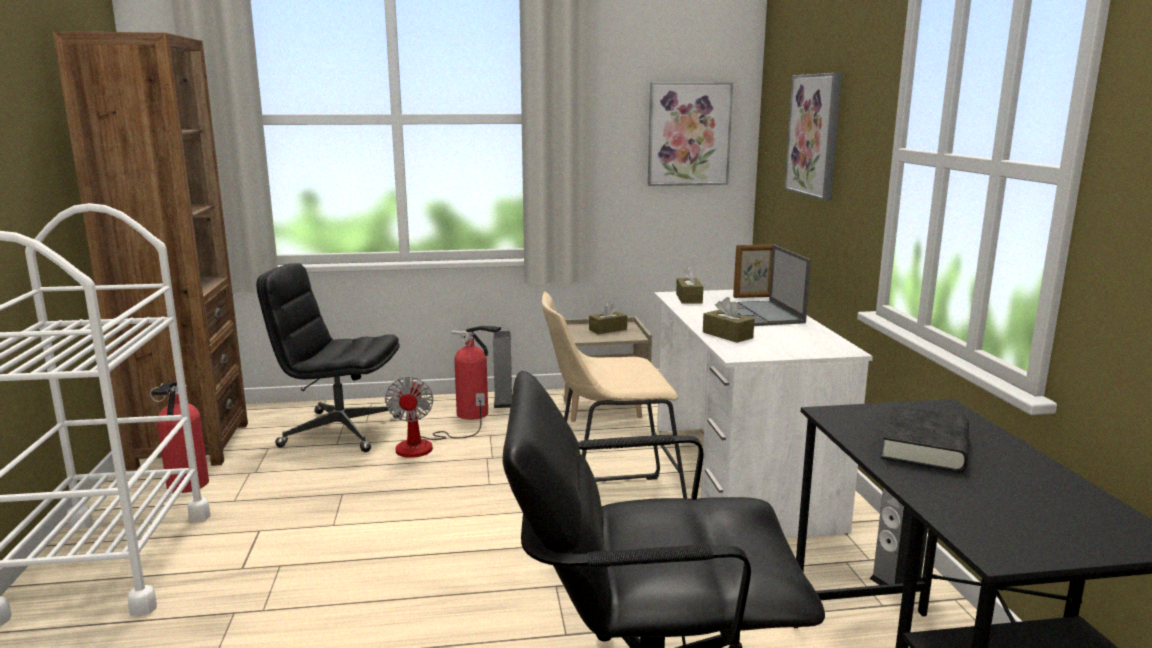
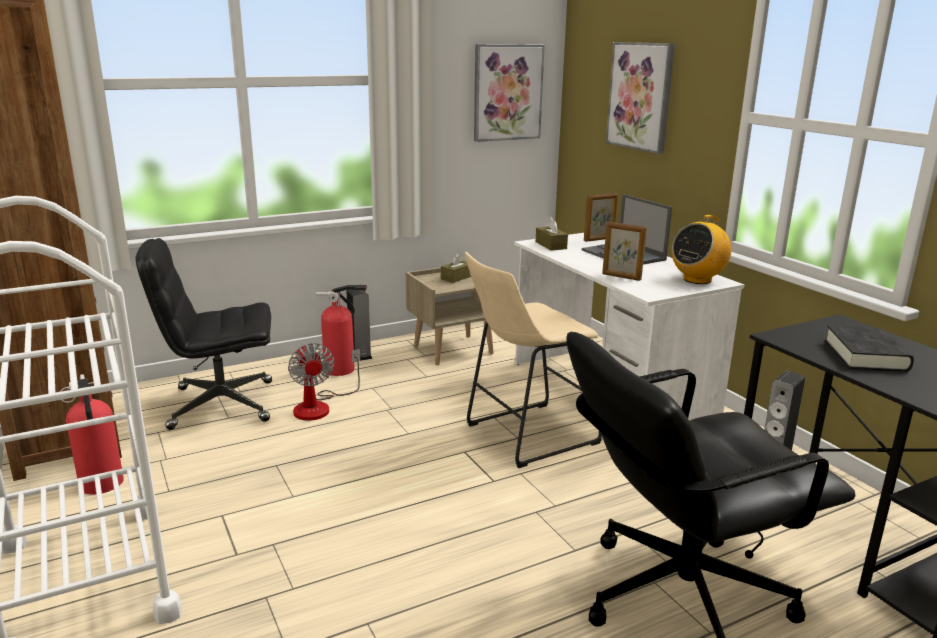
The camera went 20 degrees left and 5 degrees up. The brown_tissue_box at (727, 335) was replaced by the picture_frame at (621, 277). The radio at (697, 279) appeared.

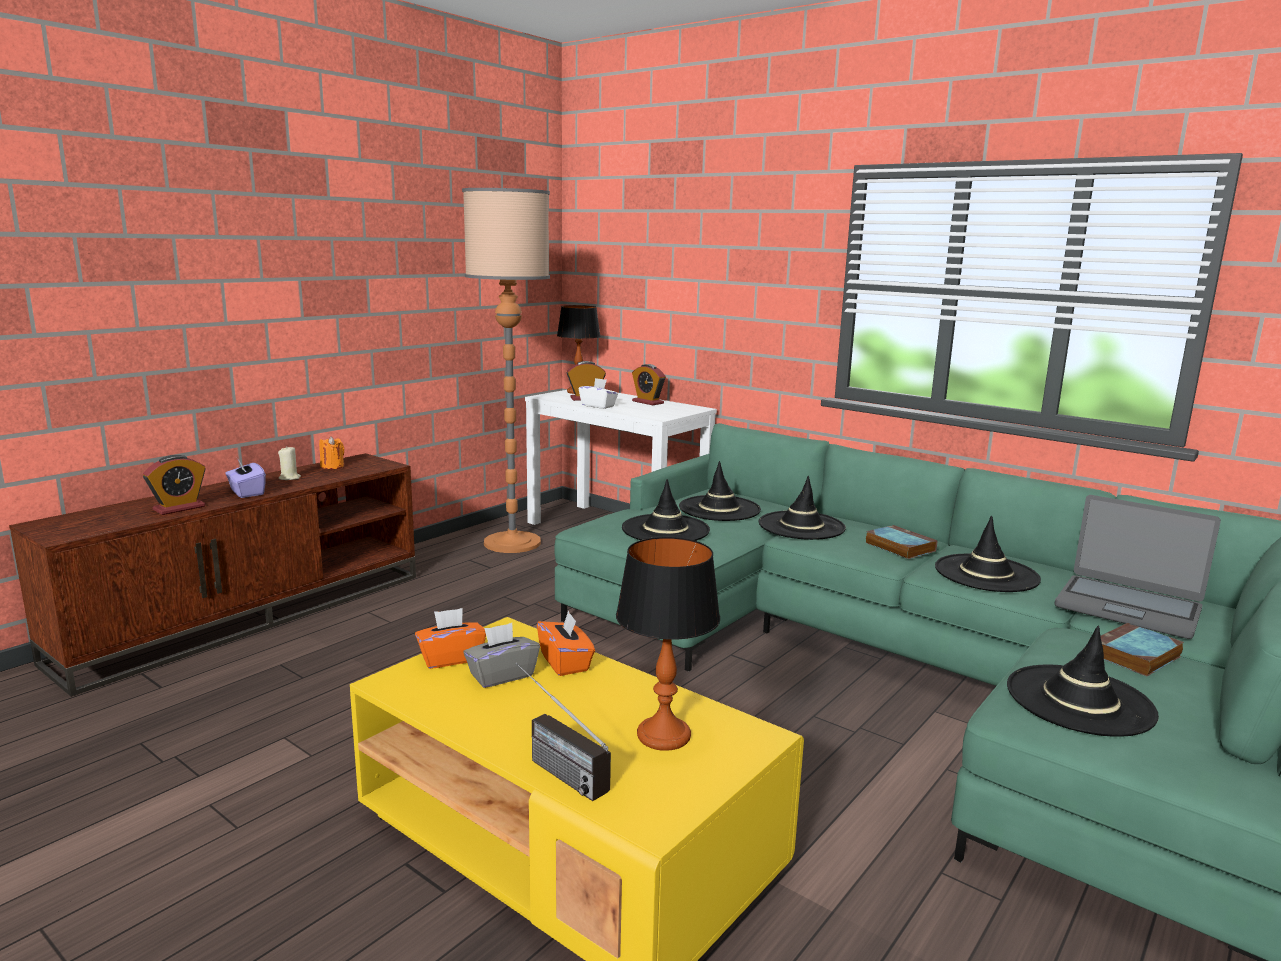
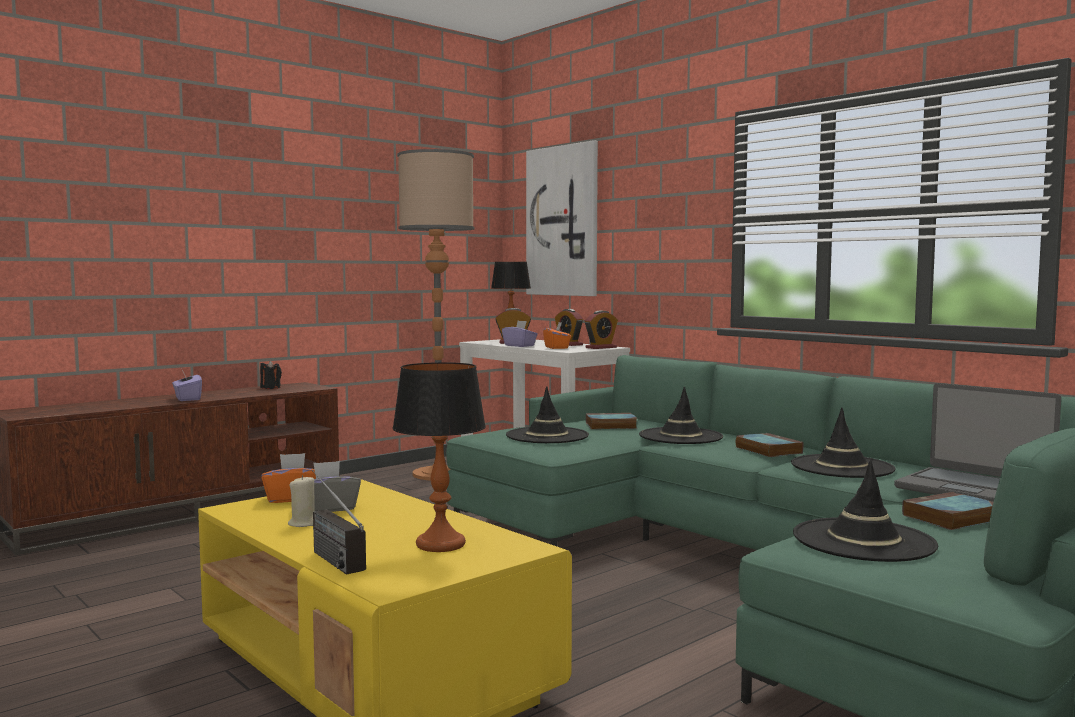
The camera went 10 degrees right and 10 degrees down. The orange_candle at (332, 466) became the black_candle at (270, 388). The beige_candle moved from (290, 478) to (304, 523). The white_tissue_box at (598, 406) became the purple_tissue_box at (519, 346). The picture at (563, 221) appeared. The orange_tissue_box moved from (565, 662) to (557, 348). The alarm_clock moved from (179, 508) to (601, 347). The black_hat at (719, 509) was replaced by the book at (610, 425).

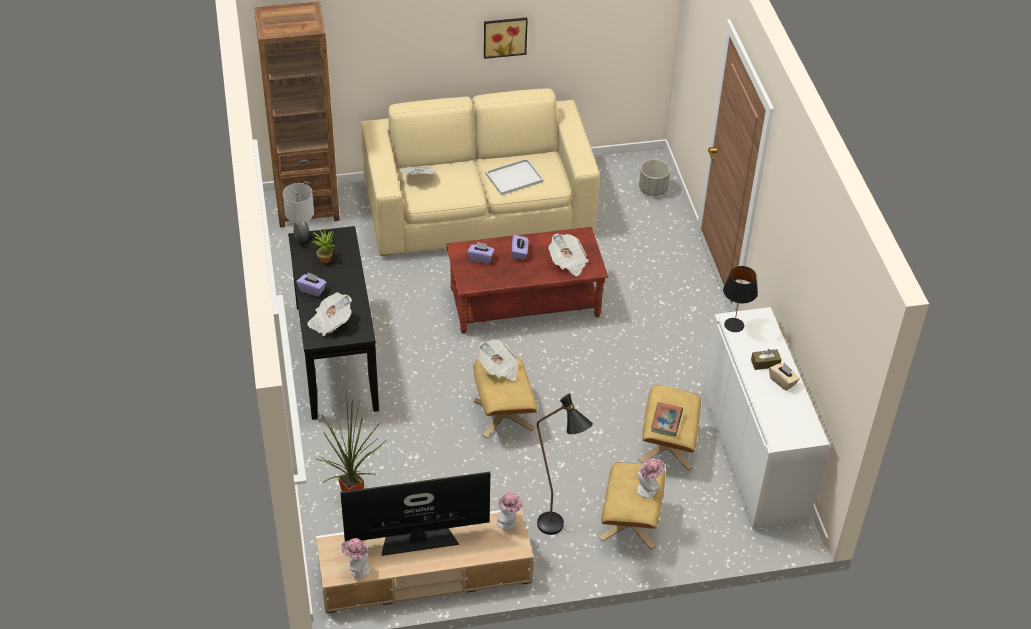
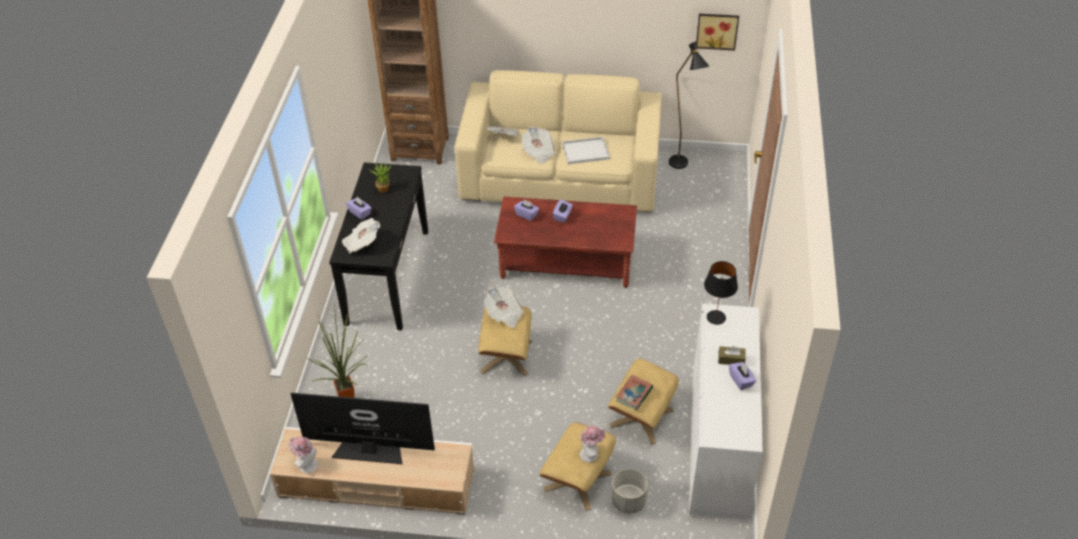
The camera went 20 degrees right and 0 degrees up. The newspaper moved from (568, 262) to (538, 152). The grey_planter moved from (652, 190) to (628, 501). The black_floor_lamp moved from (557, 530) to (681, 167). The picture moved from (504, 36) to (717, 30). The beige_tissue_box at (782, 381) became the purple_tissue_box at (741, 380). The grey_table_lamp at (302, 238) disappeared. The hat at (509, 522) disappeared.

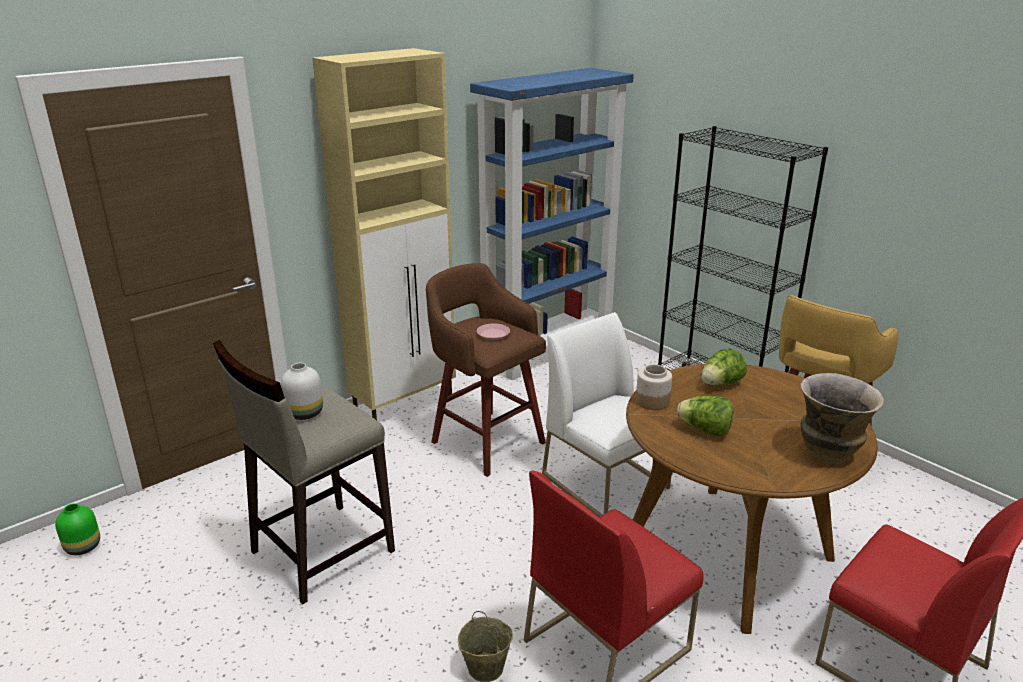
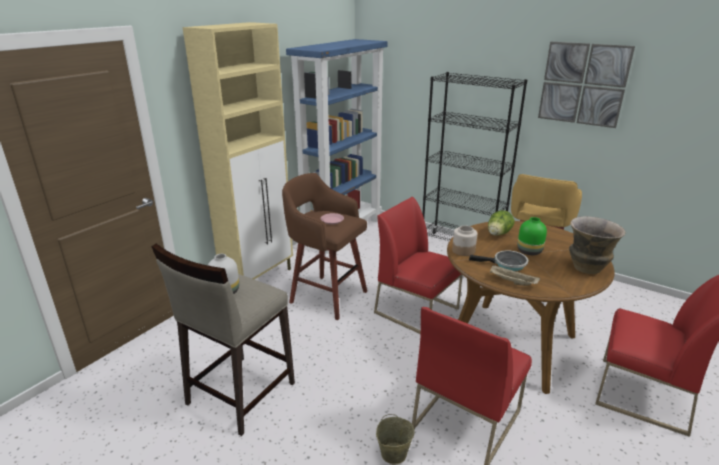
The camera went 15 degrees left and 0 degrees up. The white_chair at (606, 481) became the red_chair at (417, 310). The lettuce at (705, 430) was replaced by the frying_pan at (507, 264). The beige_tray at (512, 282) appeared. The green_vase moved from (83, 547) to (530, 251). The picture at (583, 84) appeared.

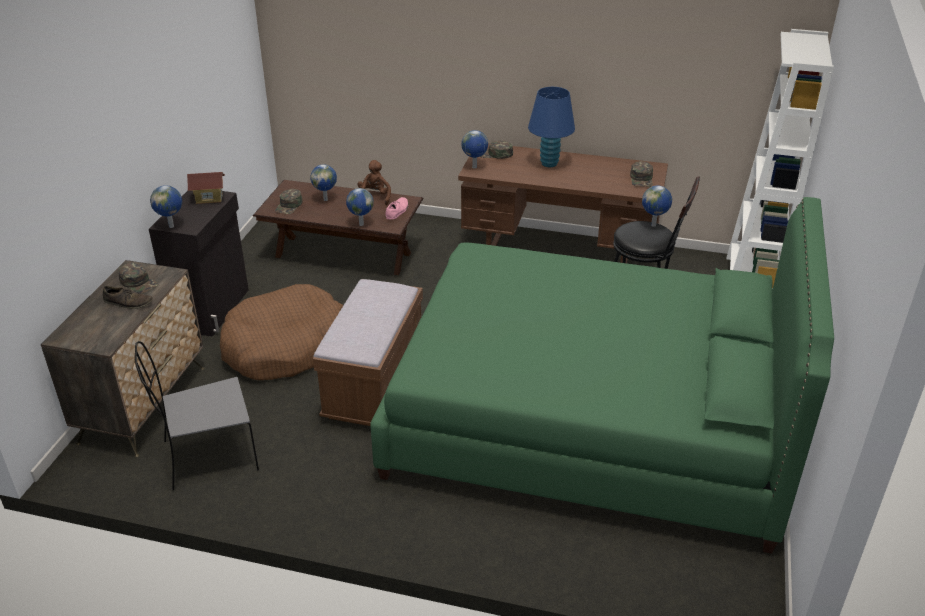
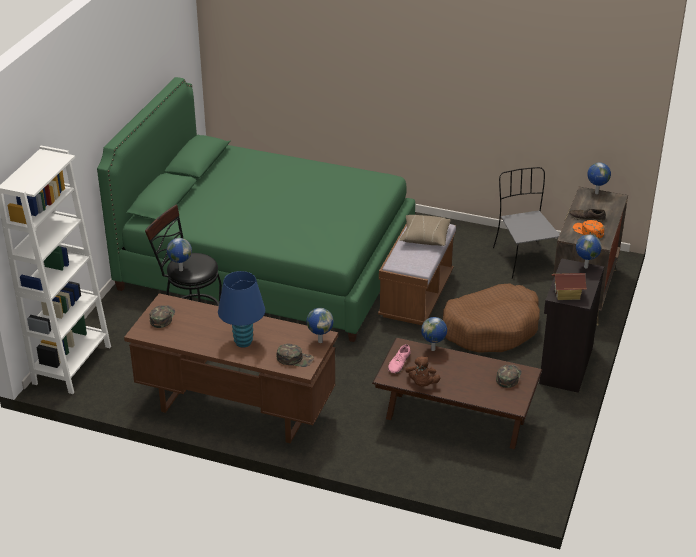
The camera went 175 degrees left and 0 degrees up. The beige_pillow at (424, 237) appeared. The grey_chair at (207, 456) turned 90 degrees counterclockwise. The green_cap at (139, 282) became the orange_cap at (588, 231). The globe moved from (326, 199) to (596, 193).

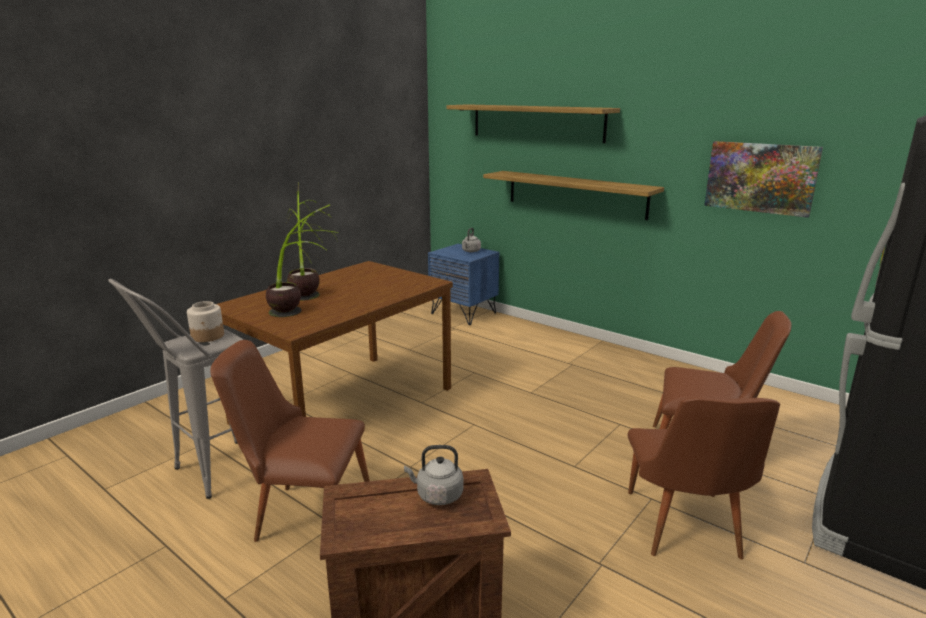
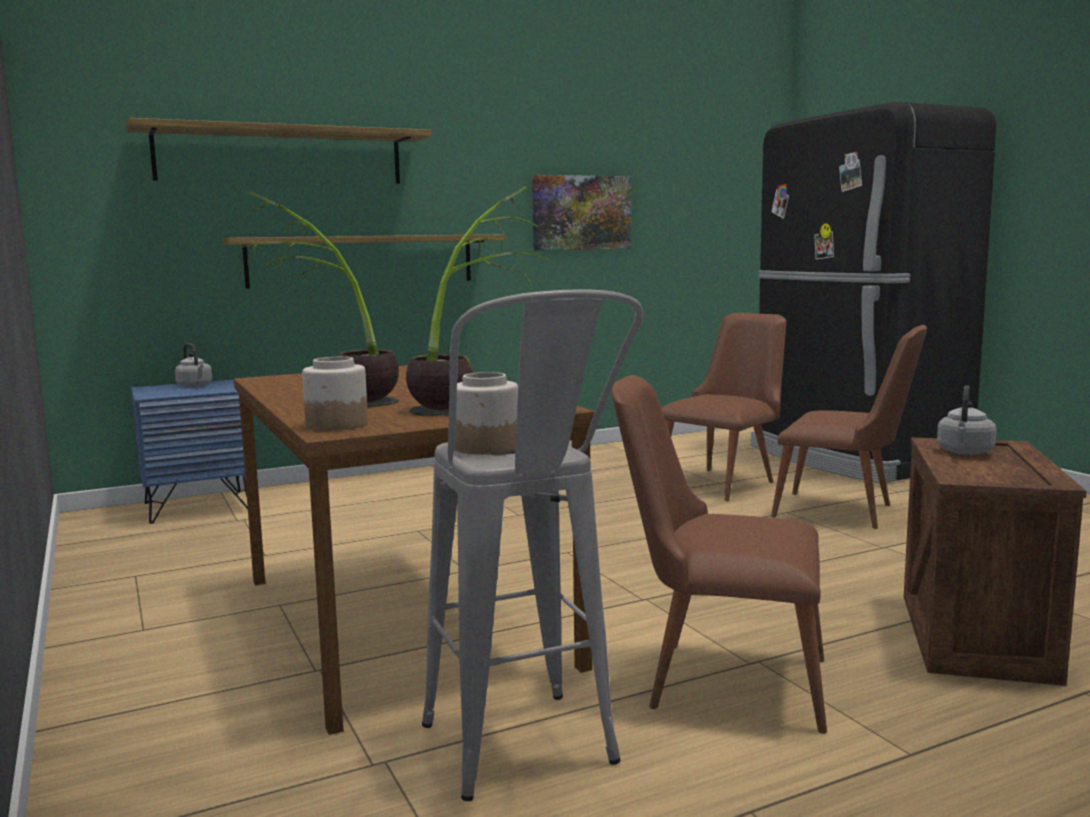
The camera went 65 degrees left and 10 degrees down. The jar at (336, 425) appeared. The brown_chair at (304, 514) turned 75 degrees clockwise.

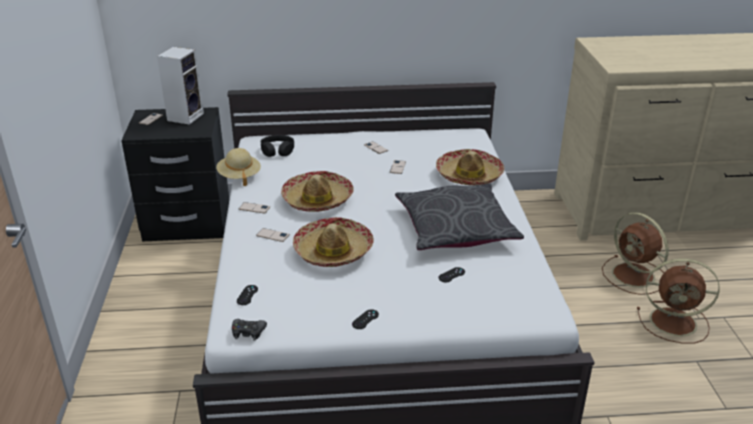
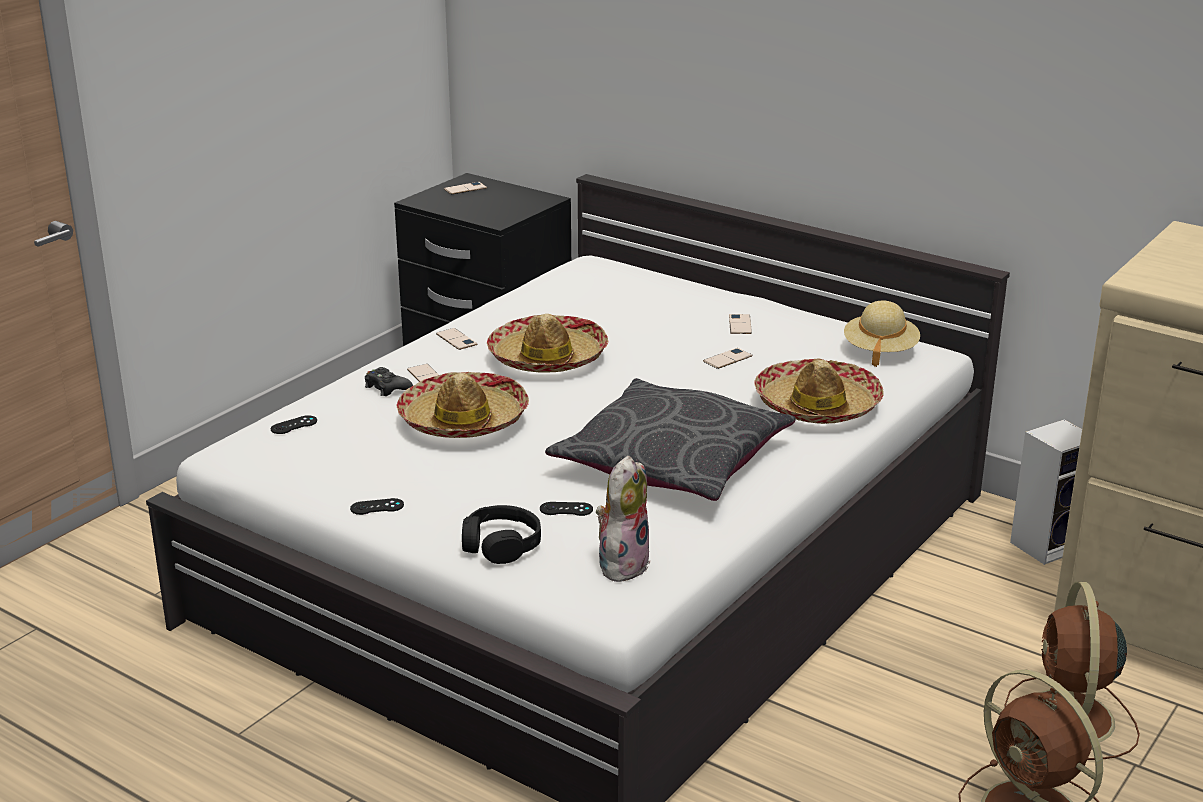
The camera went 40 degrees right and 5 degrees down. The black_game_controller moved from (248, 332) to (386, 388). The black_headphones moved from (277, 151) to (501, 545). The plush_toy at (622, 563) appeared. The beige_hat moved from (239, 176) to (880, 351). The speaker moved from (185, 116) to (1047, 545).

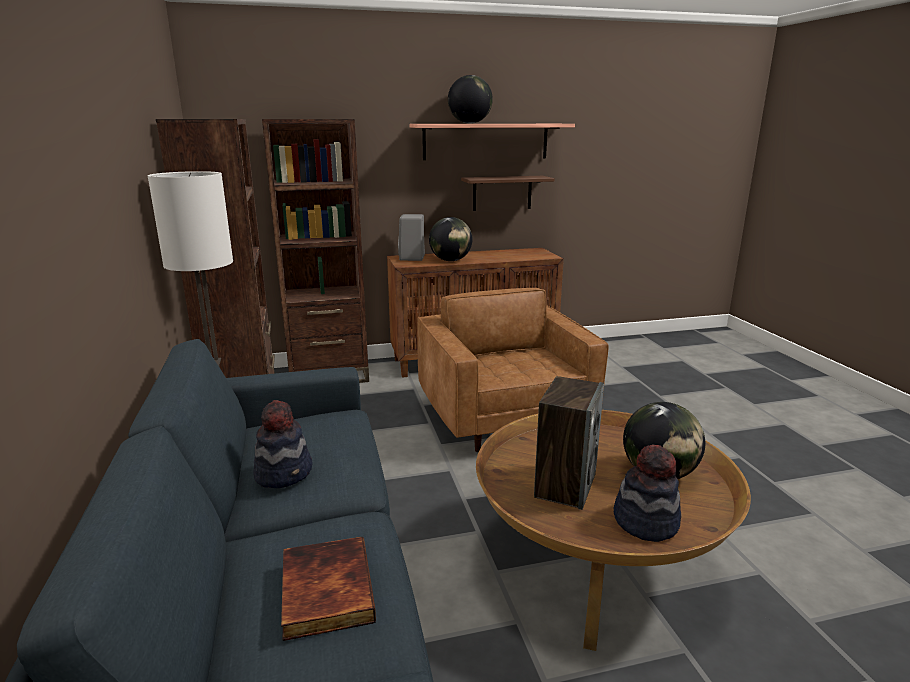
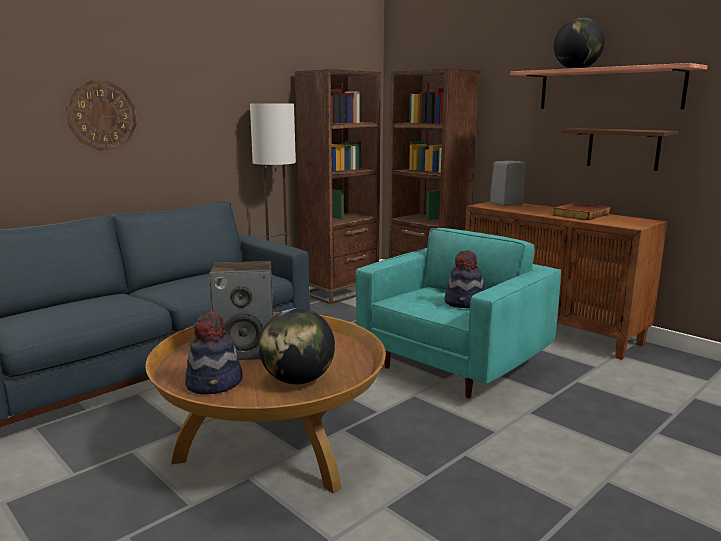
The camera went 60 degrees right and 5 degrees down. The wall_clock at (102, 115) appeared. The brown_armchair at (504, 420) became the turquoise_armchair at (455, 365). The hat moved from (284, 472) to (465, 303). The book moved from (324, 590) to (580, 214). The globe at (450, 260) disappeared.

